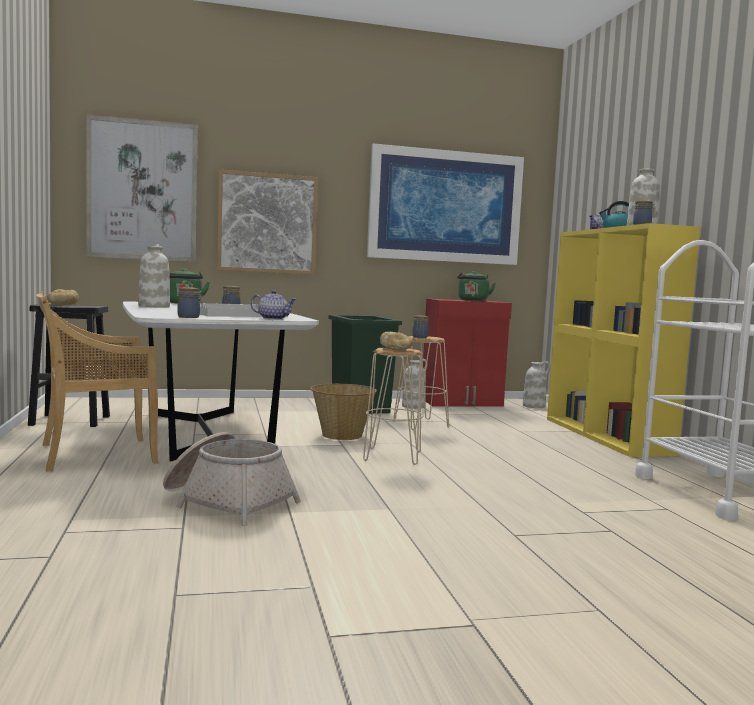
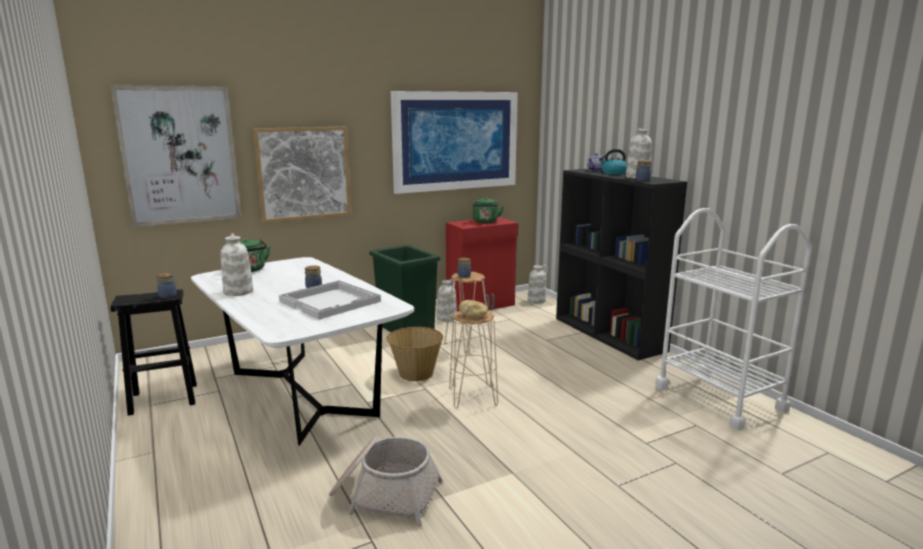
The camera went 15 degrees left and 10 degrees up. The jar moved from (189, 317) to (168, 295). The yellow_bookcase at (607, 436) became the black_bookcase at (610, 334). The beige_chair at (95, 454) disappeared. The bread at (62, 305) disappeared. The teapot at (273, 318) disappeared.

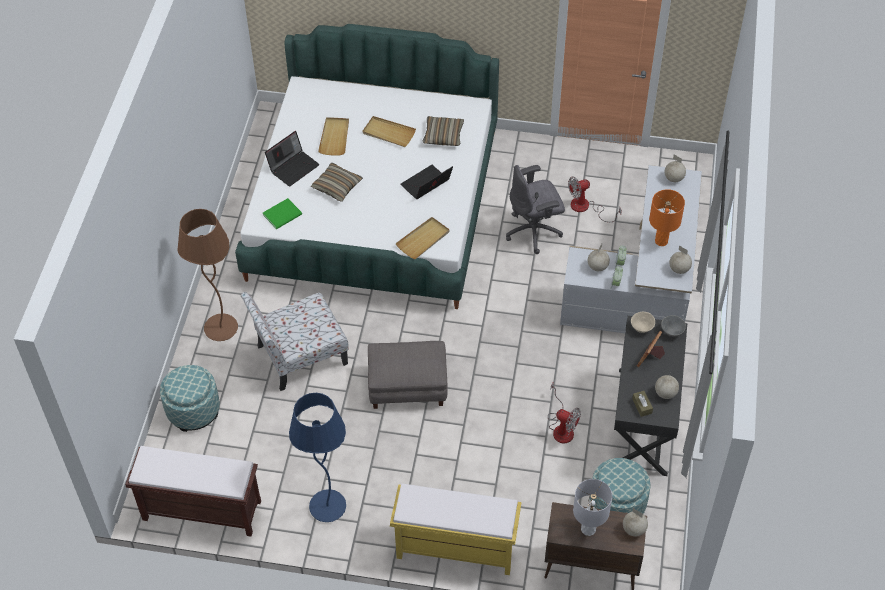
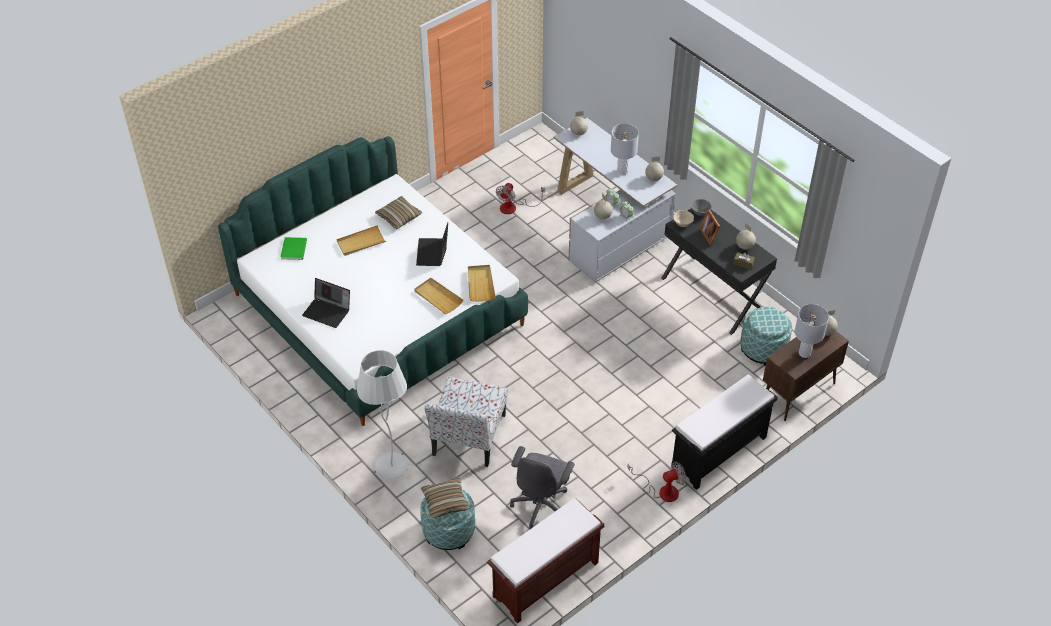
The camera went 50 degrees left and 5 degrees down. The green_book moved from (283, 214) to (295, 248). The laptop at (293, 167) turned 120 degrees clockwise. The brown_floor_lamp at (221, 329) became the white_floor_lamp at (391, 467). The beige_tray moved from (334, 137) to (438, 297). The pillow moved from (337, 186) to (445, 502). The grey_office_chair moved from (534, 231) to (541, 505). The orange_table_lamp at (661, 241) became the grey_table_lamp at (622, 171). The fan moved from (561, 427) to (662, 490). The yellow_bench at (454, 548) became the black_bench at (718, 453). The blue_floor_lamp at (327, 507) disappeared. The grey_ottoman at (407, 386) disappeared.

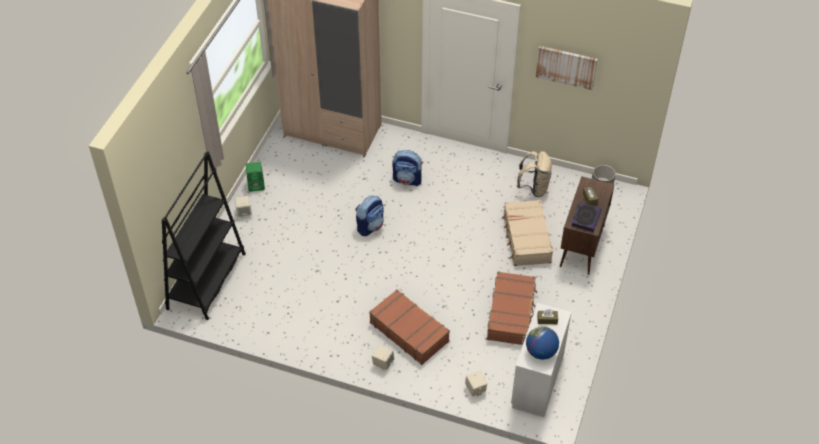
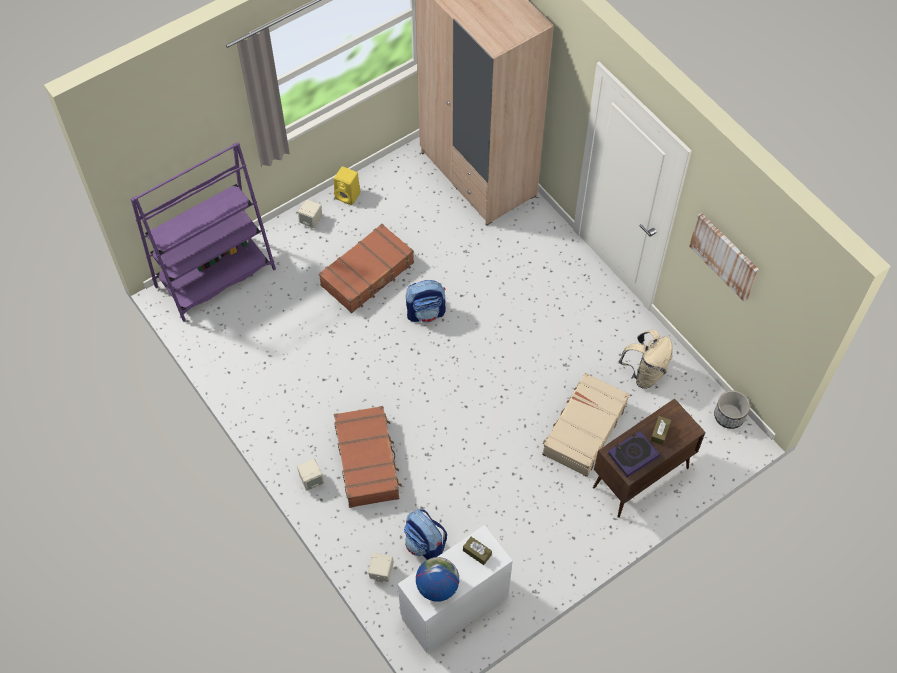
The camera went 35 degrees right and 10 degrees up. The black_bookcase at (206, 281) became the purple_bookcase at (215, 278). The brown_suitcase moved from (511, 313) to (368, 274). The green_speaker at (257, 185) became the yellow_speaker at (348, 196). The backpack moved from (407, 179) to (425, 544).

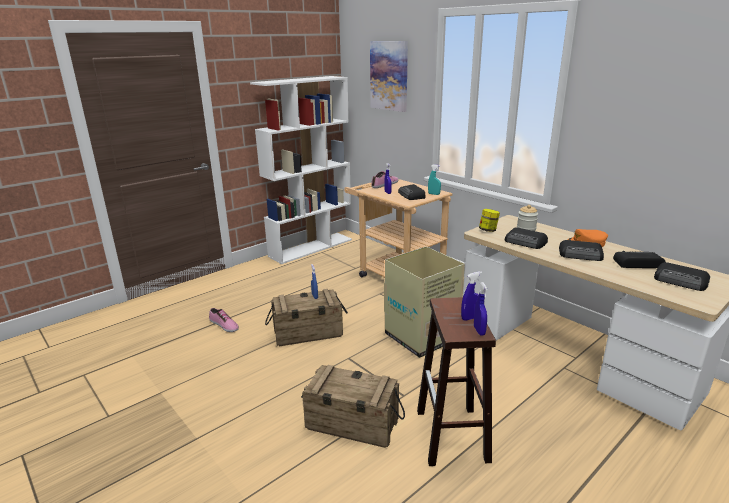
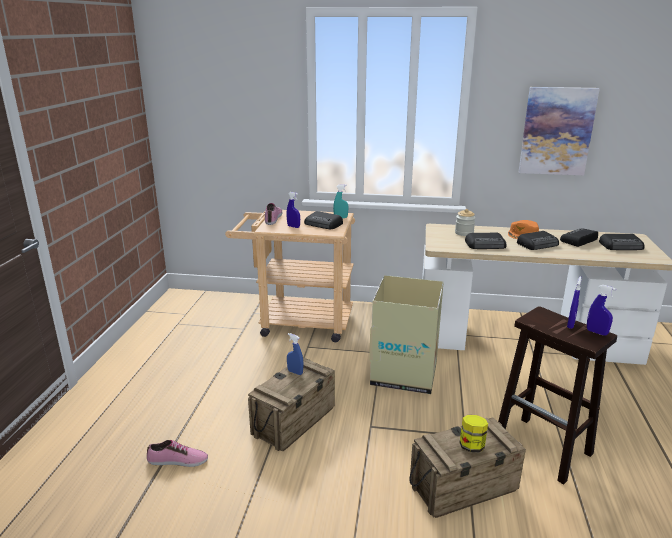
The camera went 40 degrees left and 0 degrees up. The jar moved from (488, 230) to (472, 446). The picture moved from (389, 76) to (556, 131). The white_bookcase at (311, 247) disappeared.

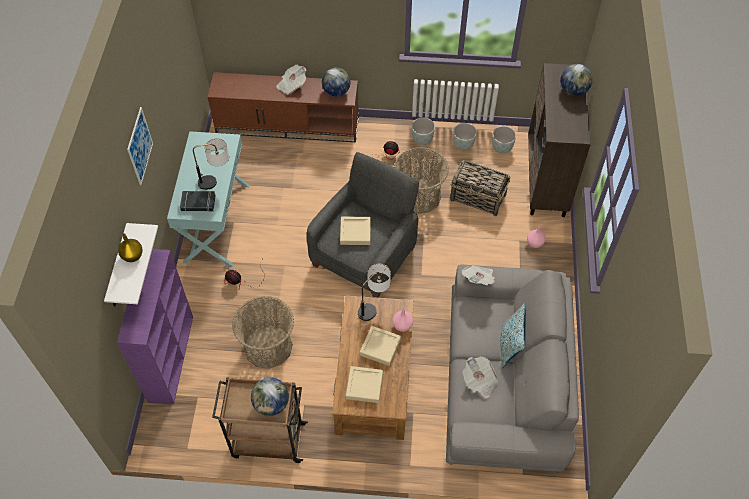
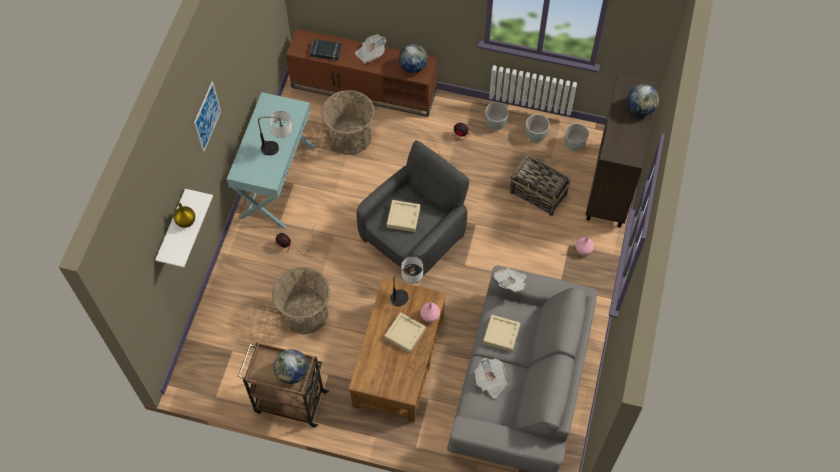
The camera went 10 degrees right and 5 degrees up. The black_book moved from (198, 203) to (325, 51). The basket moved from (419, 196) to (350, 136). The beige_tray moved from (364, 386) to (501, 334). The purple_bookcase at (171, 357) disappeared. The pillow at (509, 346) disappeared.

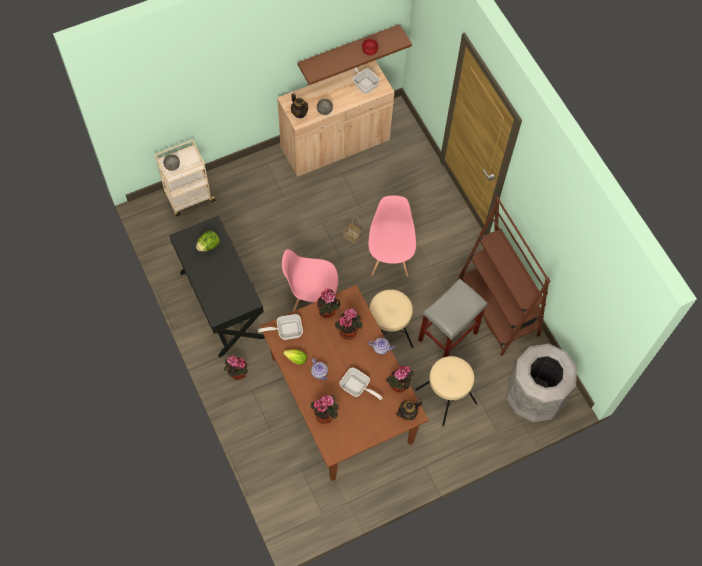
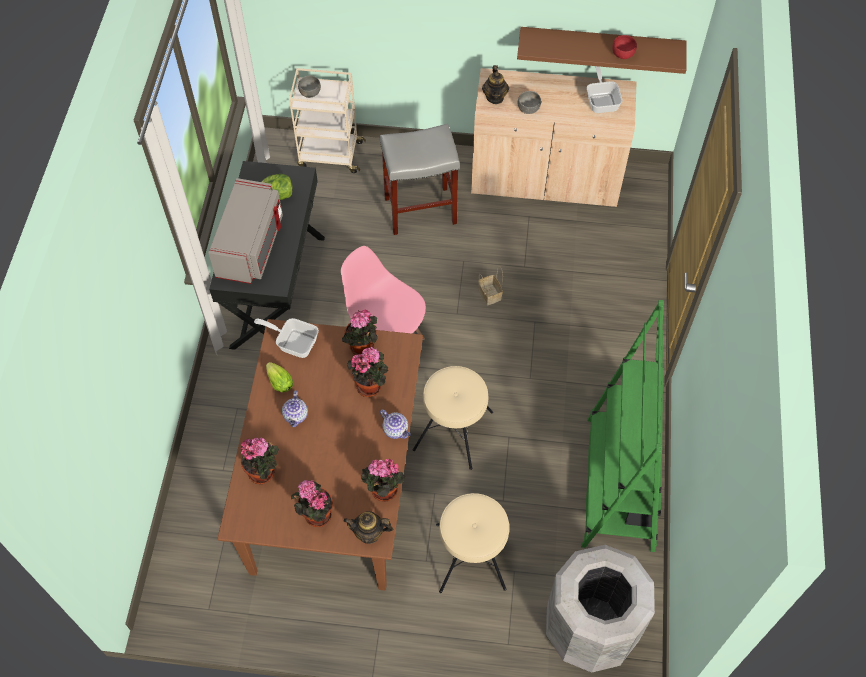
The camera went 35 degrees right and 5 degrees down. The grey_microwave at (251, 246) appeared. The potted_plant moved from (237, 373) to (315, 514). The grey_stool moved from (448, 335) to (421, 210). The brown_bookcase at (498, 308) became the green_bookcase at (619, 483). The frying_pan at (357, 388) disappeared. The pink_chair at (390, 259) disappeared.

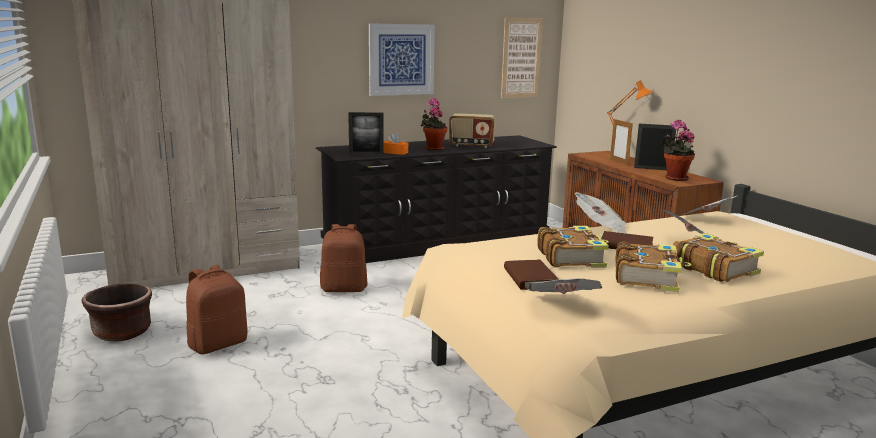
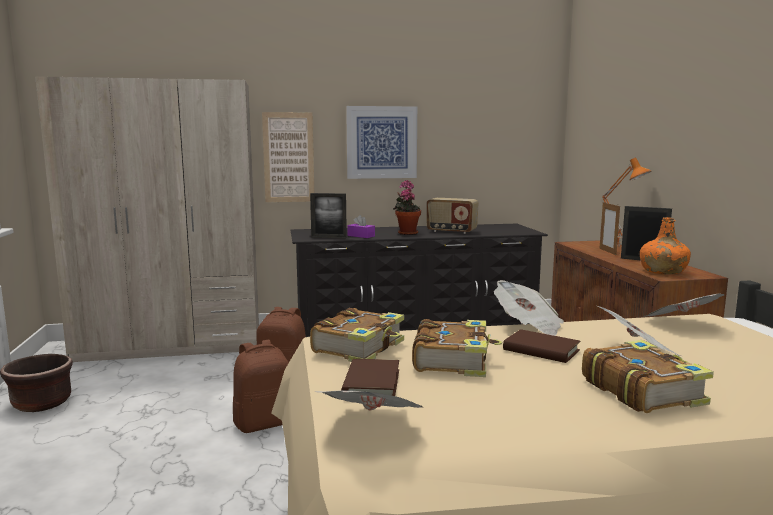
The camera went 15 degrees right and 5 degrees down. The brown_backpack moved from (218, 344) to (264, 423). The picture moved from (521, 58) to (288, 157). The book moved from (647, 277) to (360, 347). The orange_tissue_box at (395, 152) became the purple_tissue_box at (361, 236). The potted_plant at (674, 178) was replaced by the orange_bottle at (662, 271).

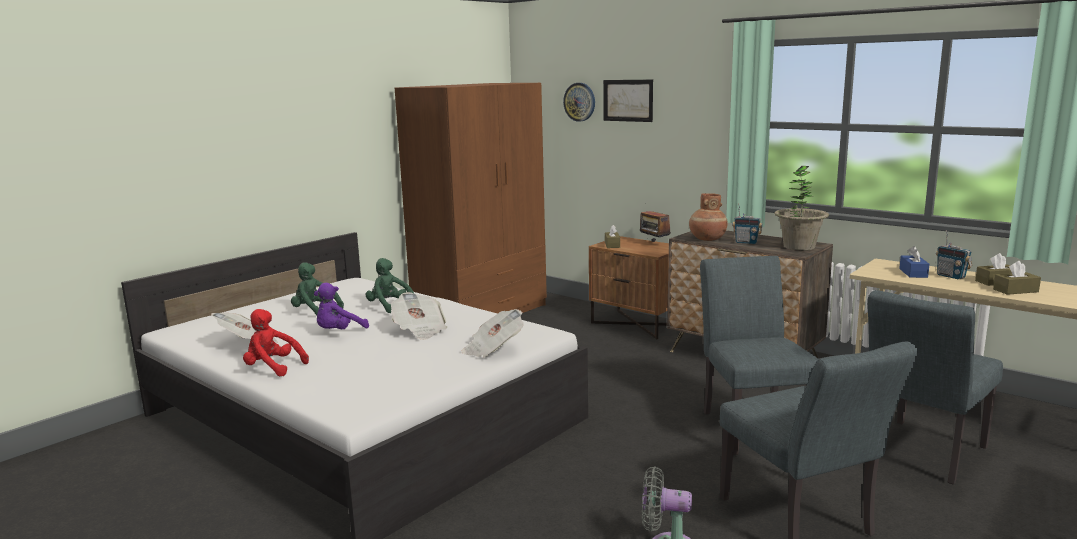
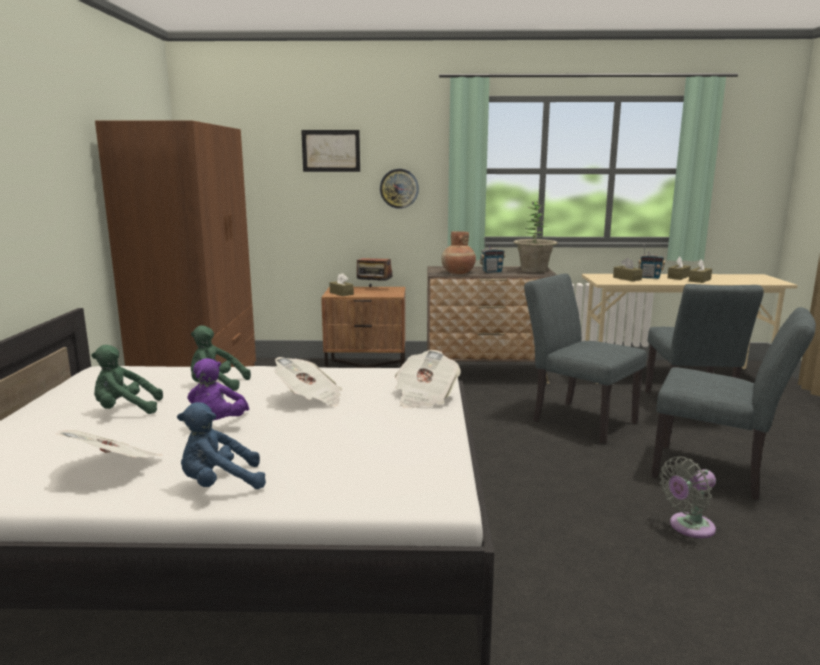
The camera went 40 degrees left and 0 degrees up. The red_plush_toy at (273, 368) became the blue_plush_toy at (220, 484). The wall_clock moved from (579, 102) to (399, 188). The blue_tissue_box at (913, 273) became the brown_tissue_box at (627, 278).

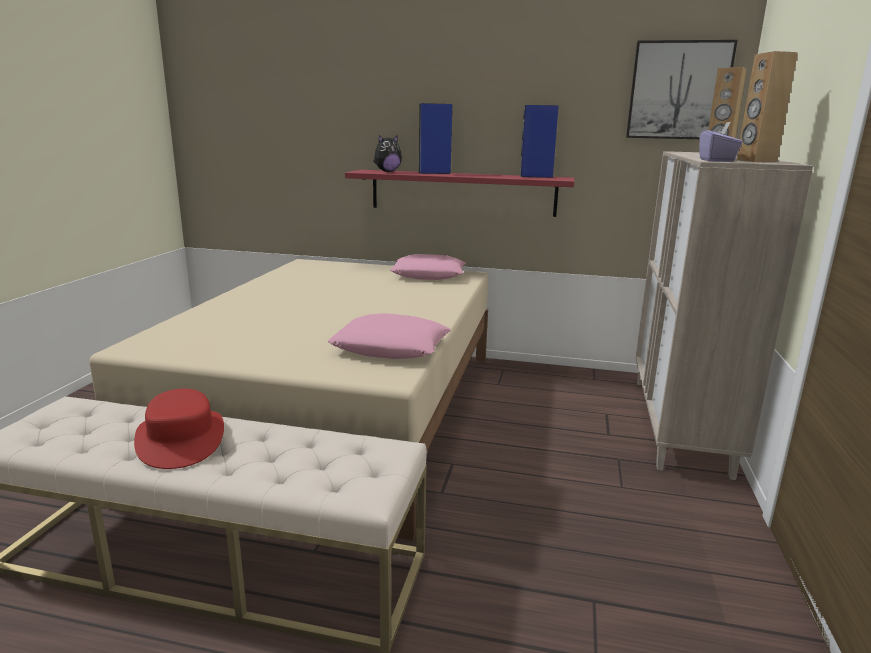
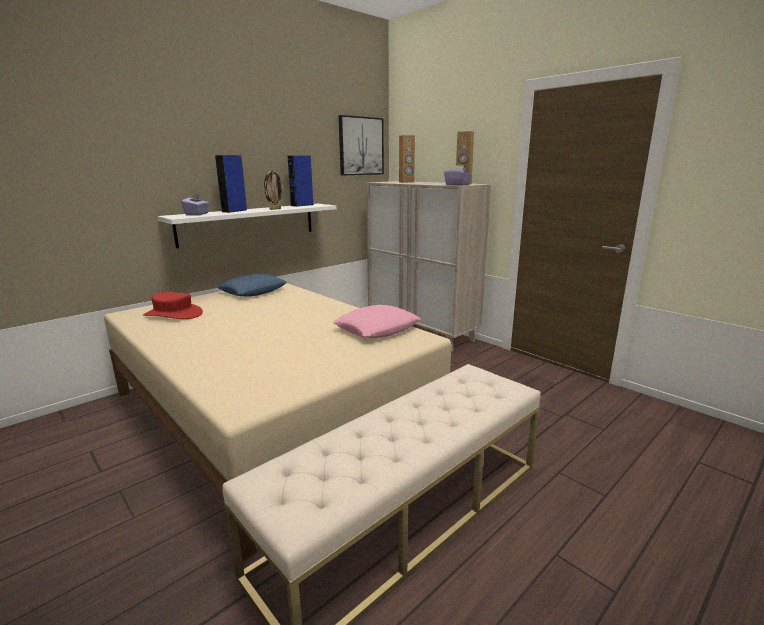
The camera went 55 degrees left and 0 degrees up. The red_hat moved from (181, 439) to (174, 314). The red_shelf at (462, 192) became the white_shelf at (248, 224). The plush_toy at (387, 171) was replaced by the purple_tissue_box at (197, 214). The pink_pillow at (428, 275) became the blue_pillow at (253, 291). The picture_frame at (275, 209) appeared.

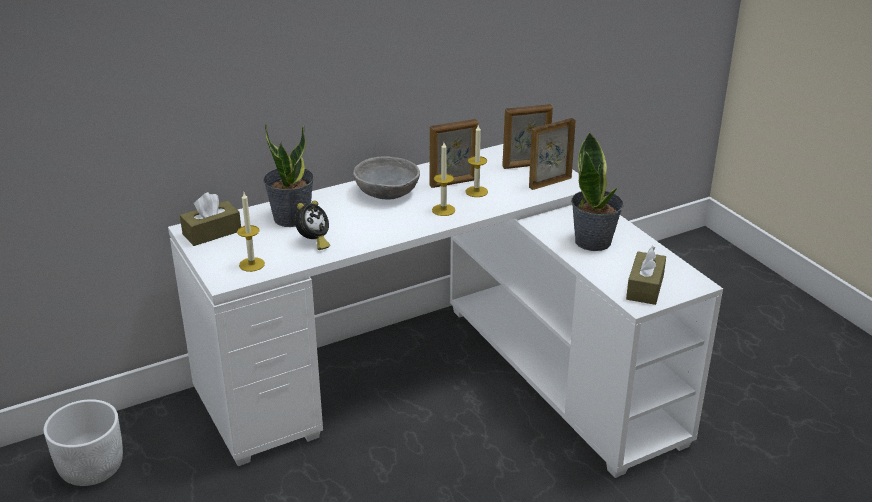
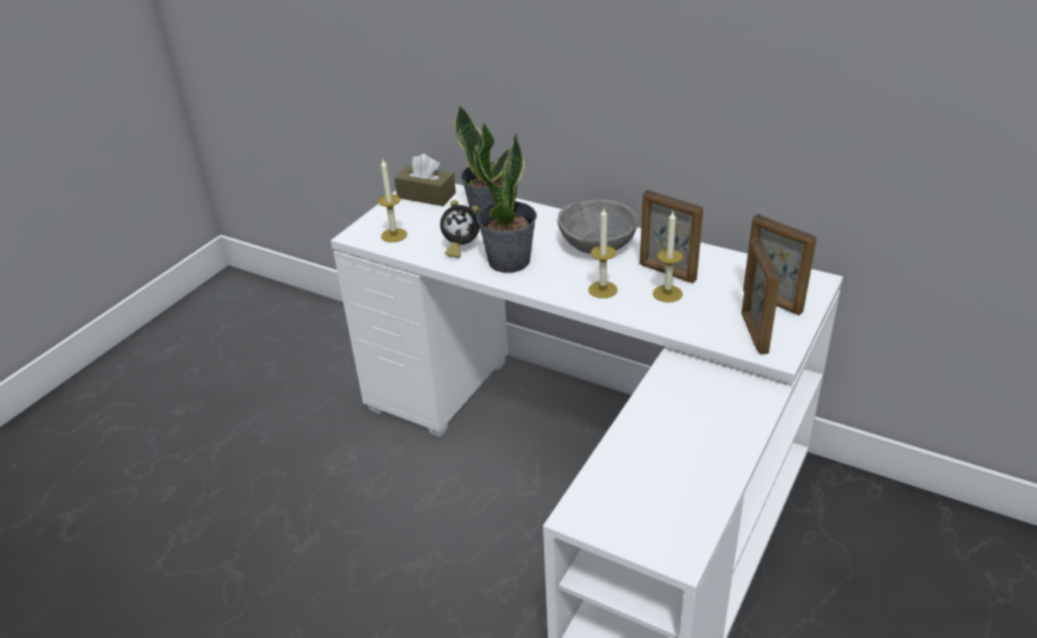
The camera went 60 degrees right and 5 degrees up. The potted_plant moved from (593, 241) to (509, 261). The picture_frame at (549, 183) turned 120 degrees counterclockwise. The white_planter at (91, 468) disappeared. The brown_tissue_box at (645, 287) disappeared.

